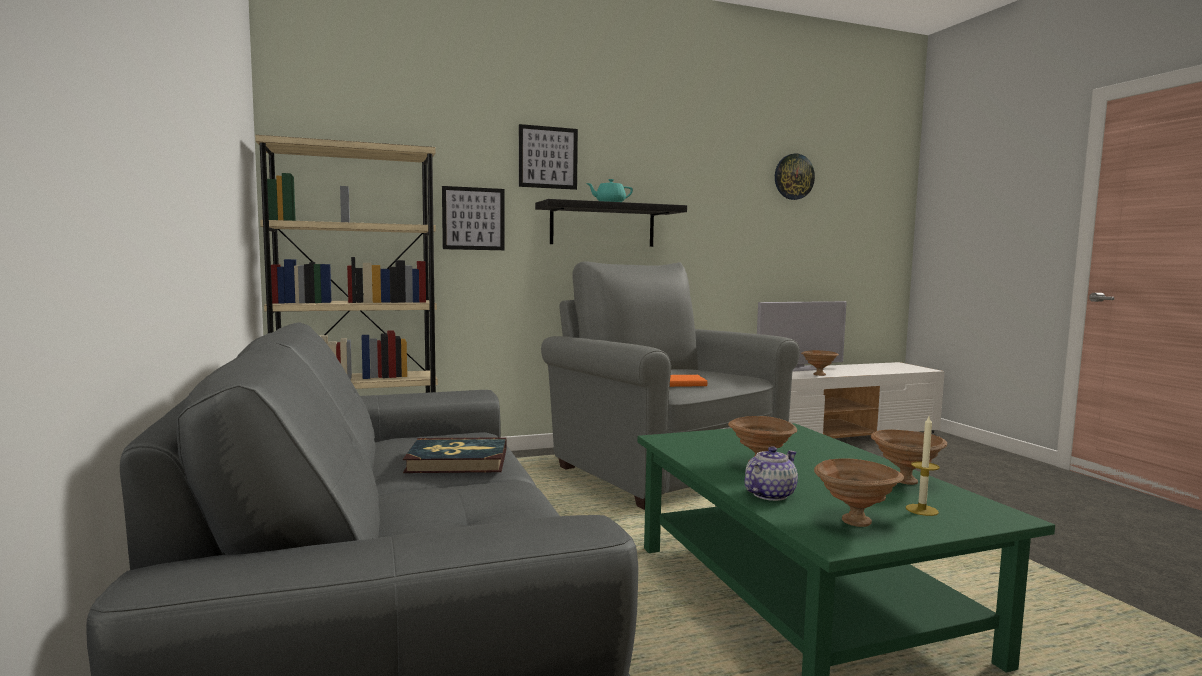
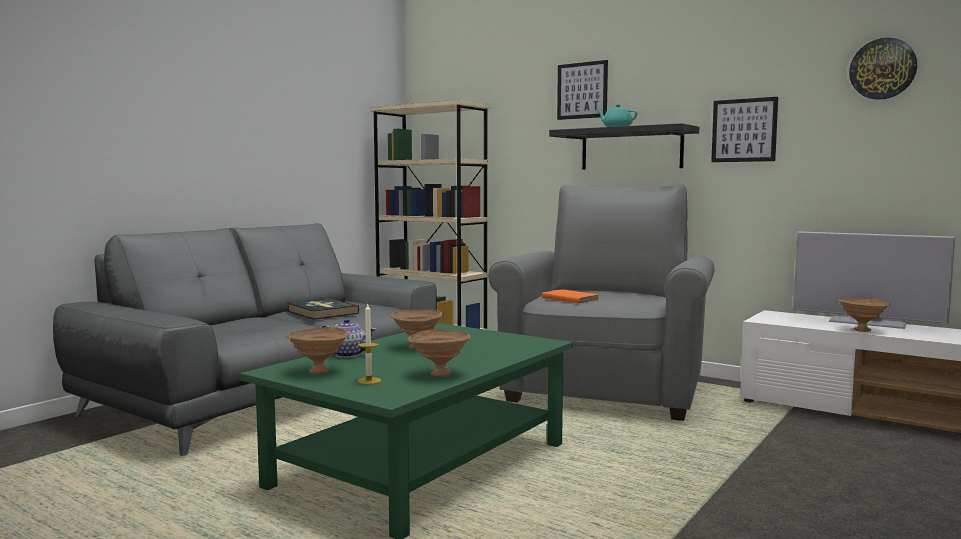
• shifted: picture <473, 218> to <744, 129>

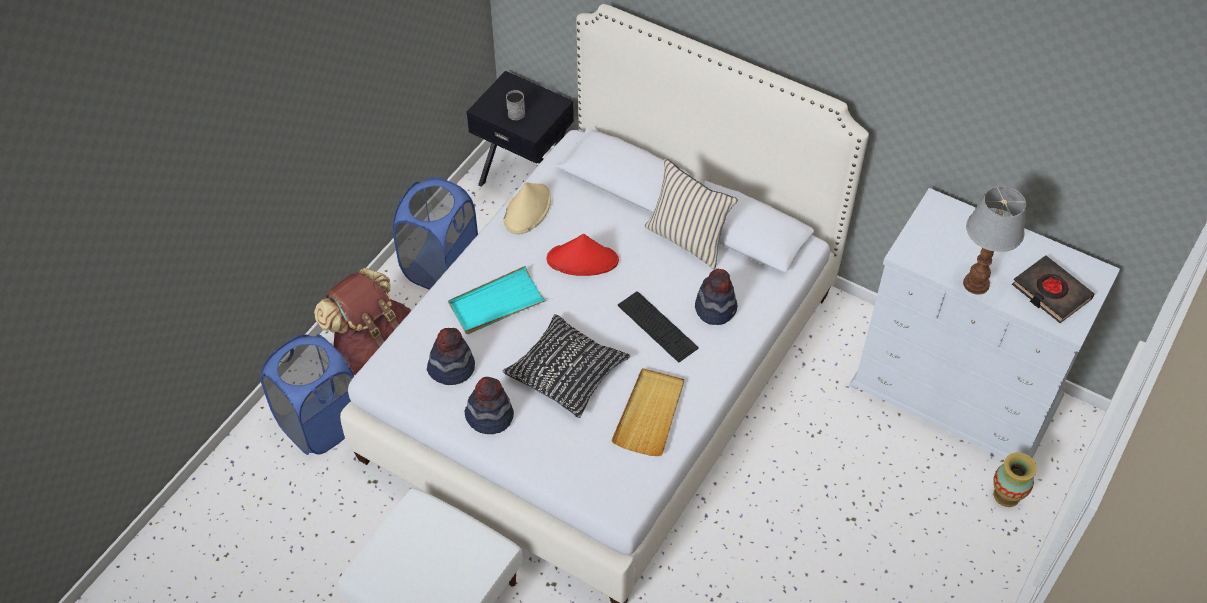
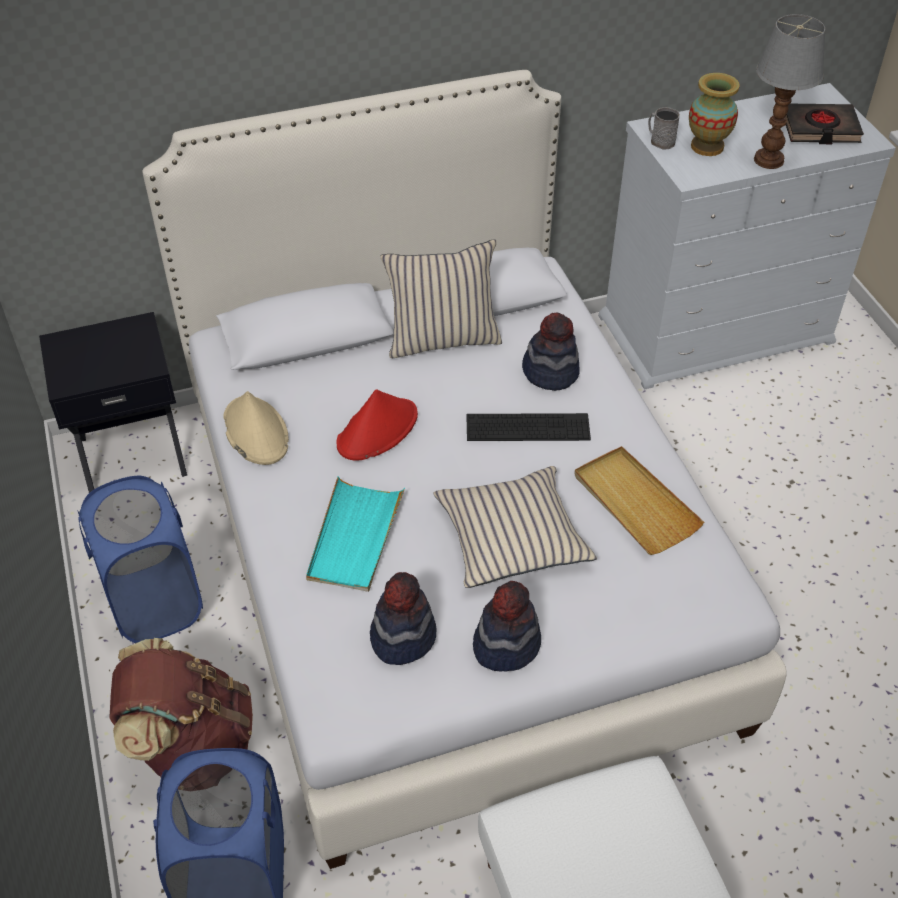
• repainted: black pillow <566, 366> to beige pillow <515, 527>
• shifted: grey mug <515, 105> to <664, 128>
• shifted: vase <1015, 479> to <714, 114>

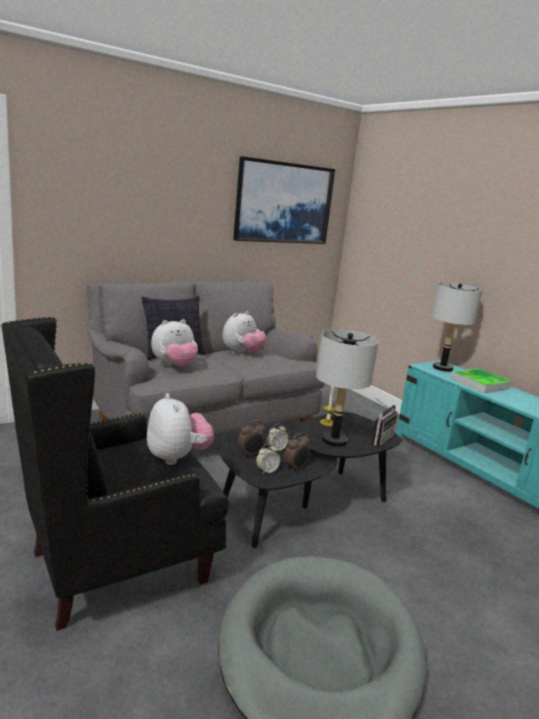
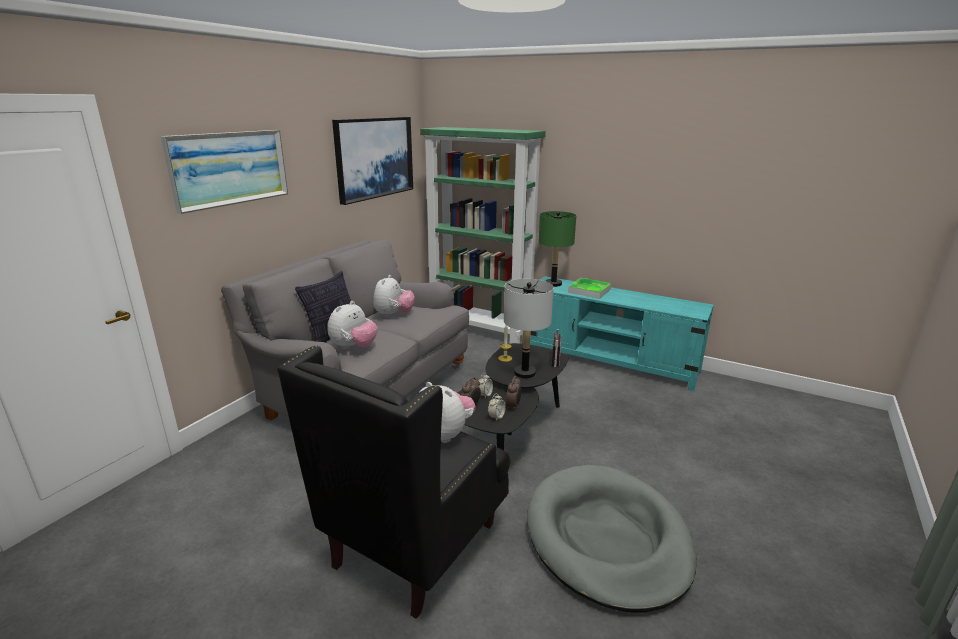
• new: picture <224, 172>
• new: green bookcase <483, 235>
• repainted: grey table lamp <457, 327> to green table lamp <557, 249>

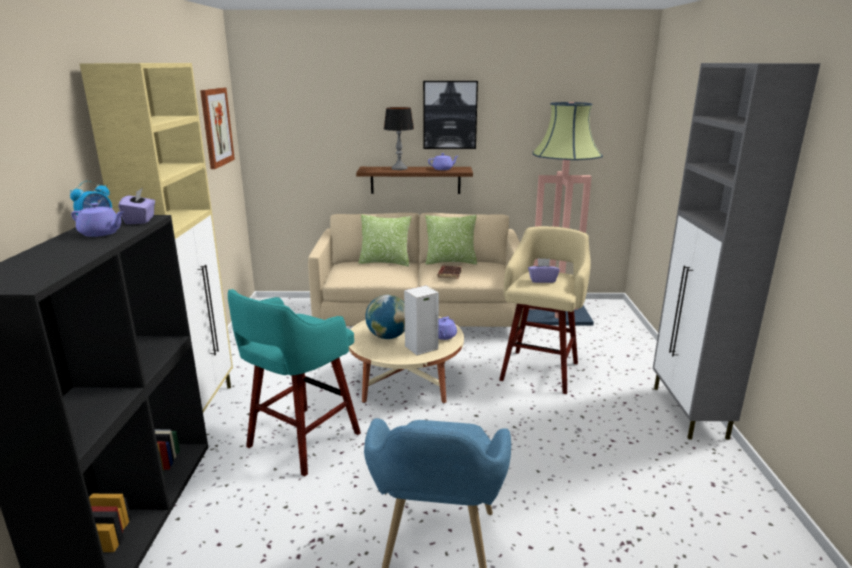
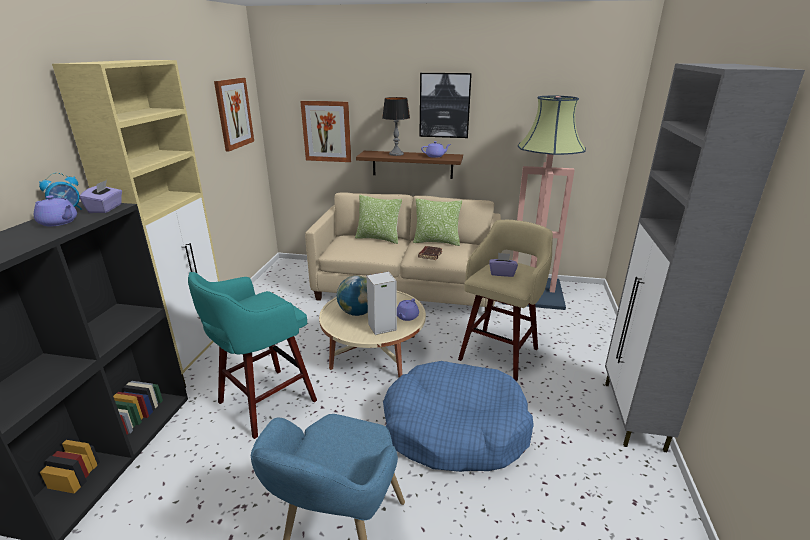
• new: picture <325, 131>
• new: blue dog bed <458, 416>

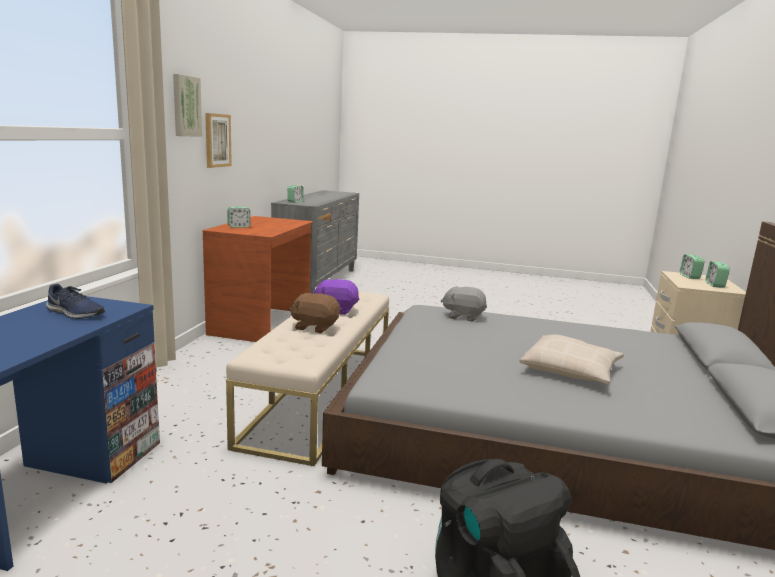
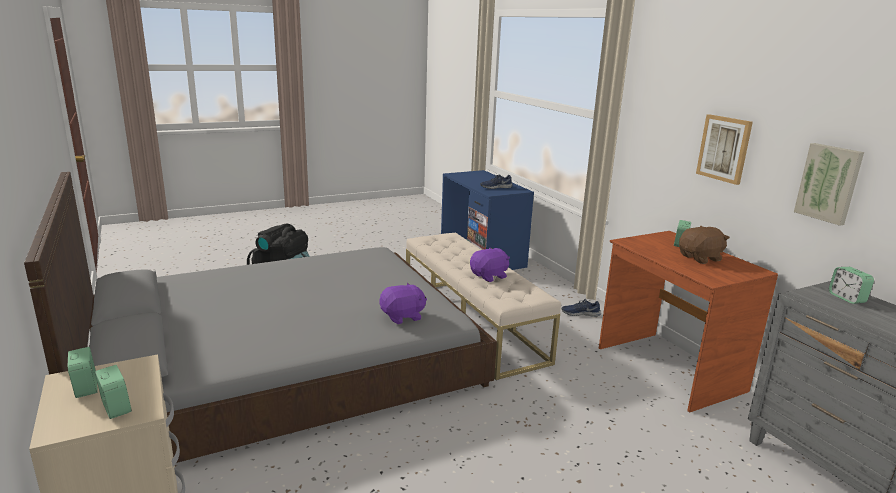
• repainted: grey plush toy <464, 304> to purple plush toy <403, 303>
• new: blue shoe <581, 308>
• shifted: brown plush toy <315, 313> to <704, 245>
• shifted: picture <187, 105> to <829, 184>
• gone: beige pillow <571, 360>

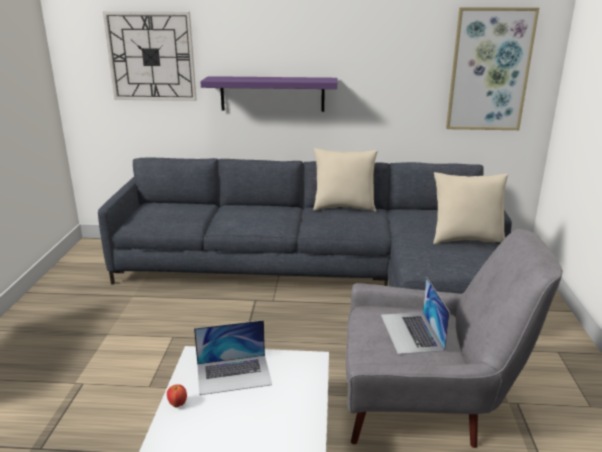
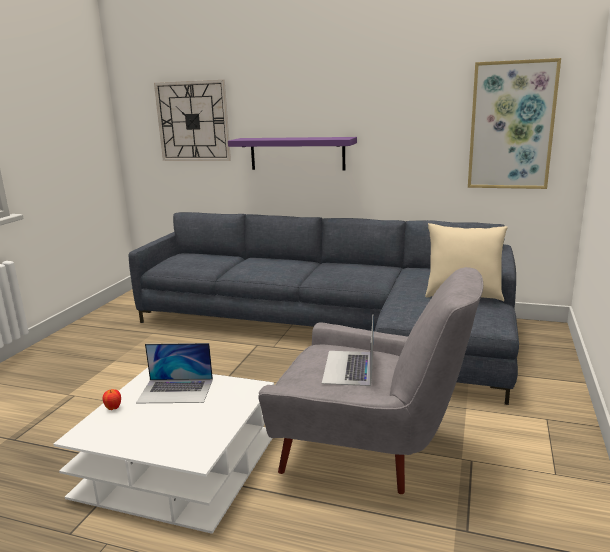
• gone: beige pillow <345, 180>

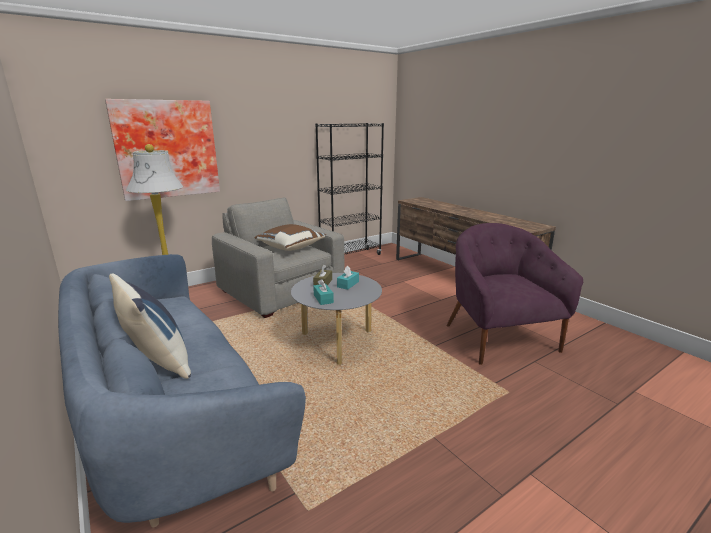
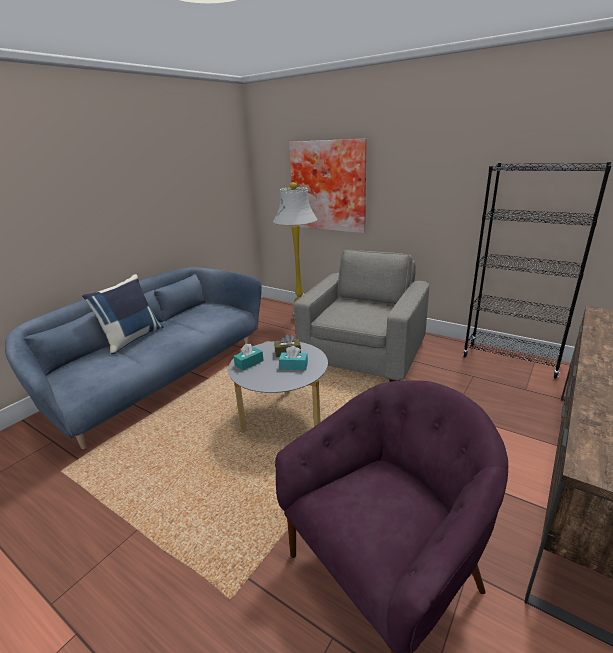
• gone: brown pillow <290, 237>

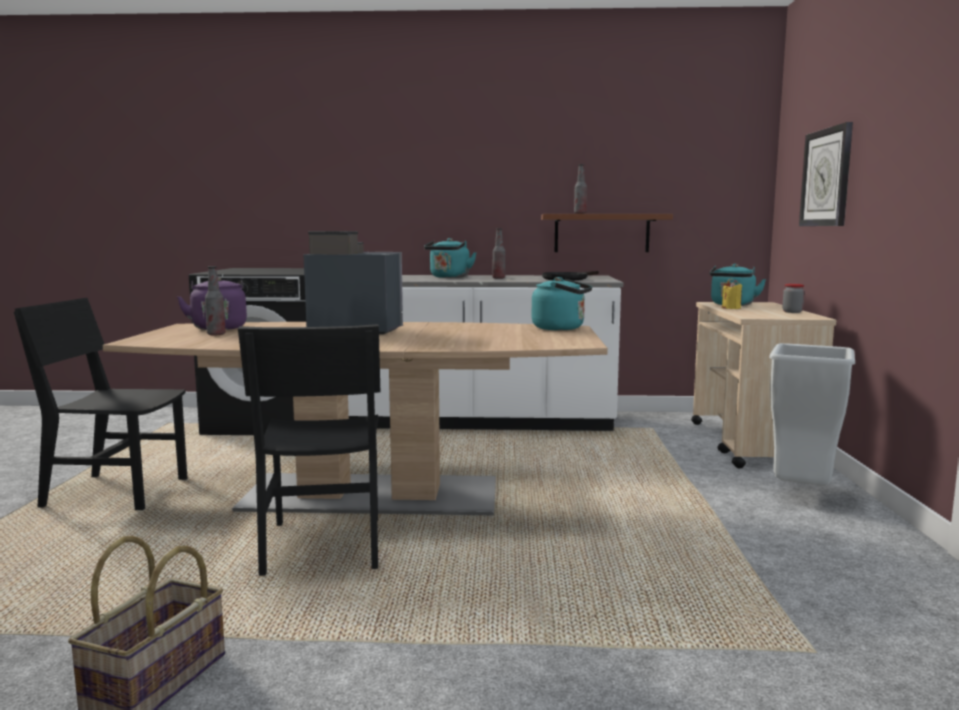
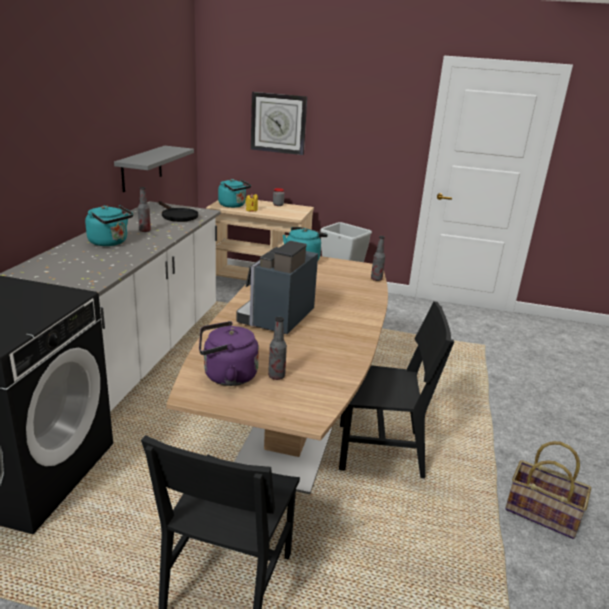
• repainted: brown shelf <607, 233> to grey shelf <154, 169>
• shifted: bottle <580, 189> to <378, 258>

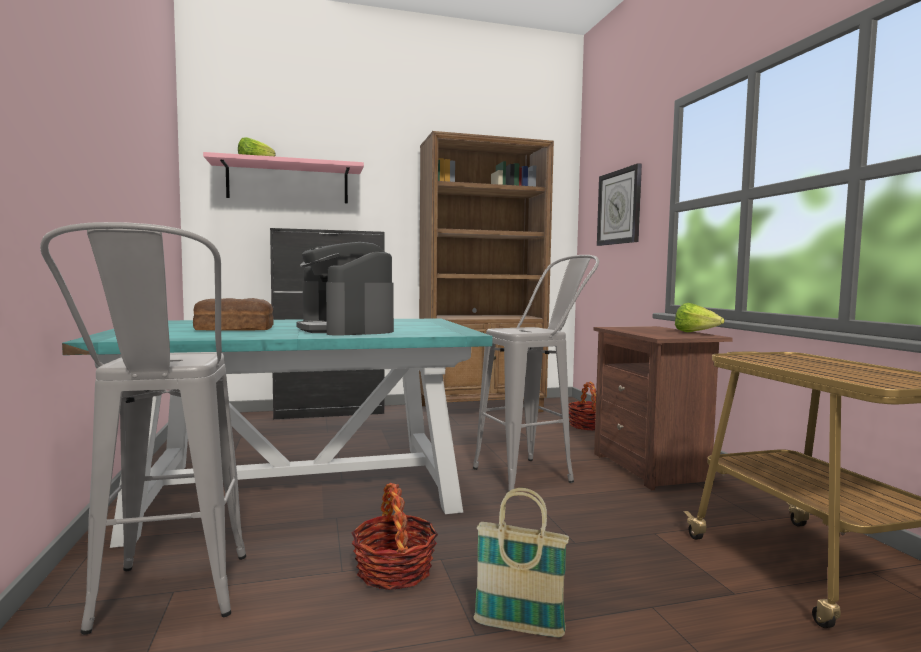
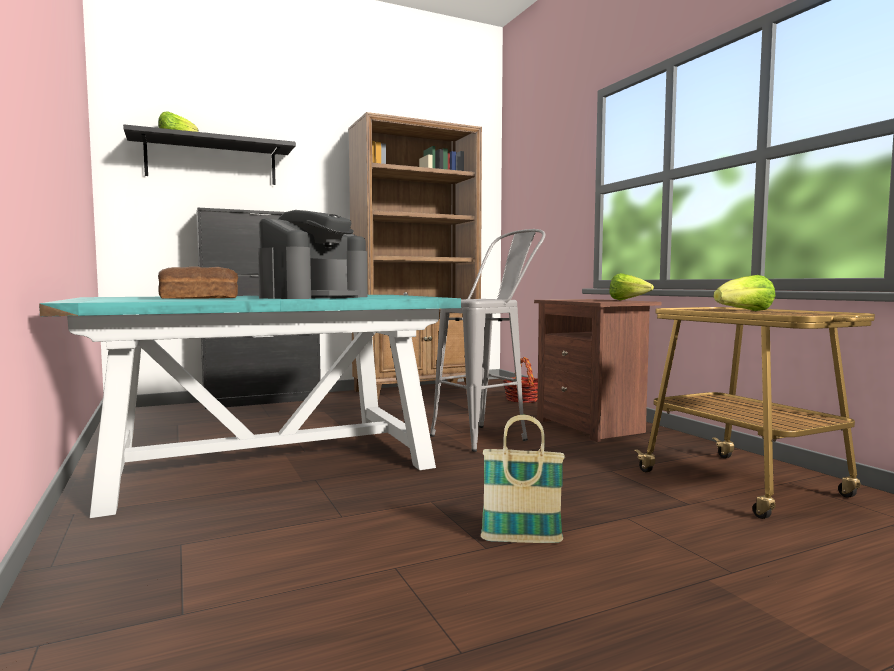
• repainted: pink shelf <283, 177> to black shelf <209, 155>
• rotated: coffee machine <345, 289> = <313, 254> 105 degrees counterclockwise
• new: lettuce <744, 293>
• gone: grey stool <143, 428>
• gone: basket <394, 536>
• gone: wall clock <619, 204>

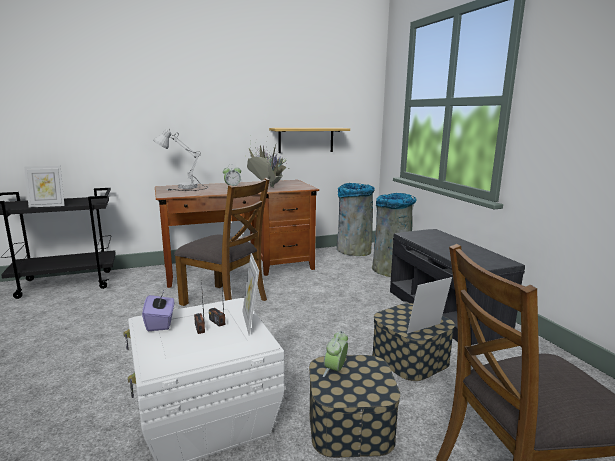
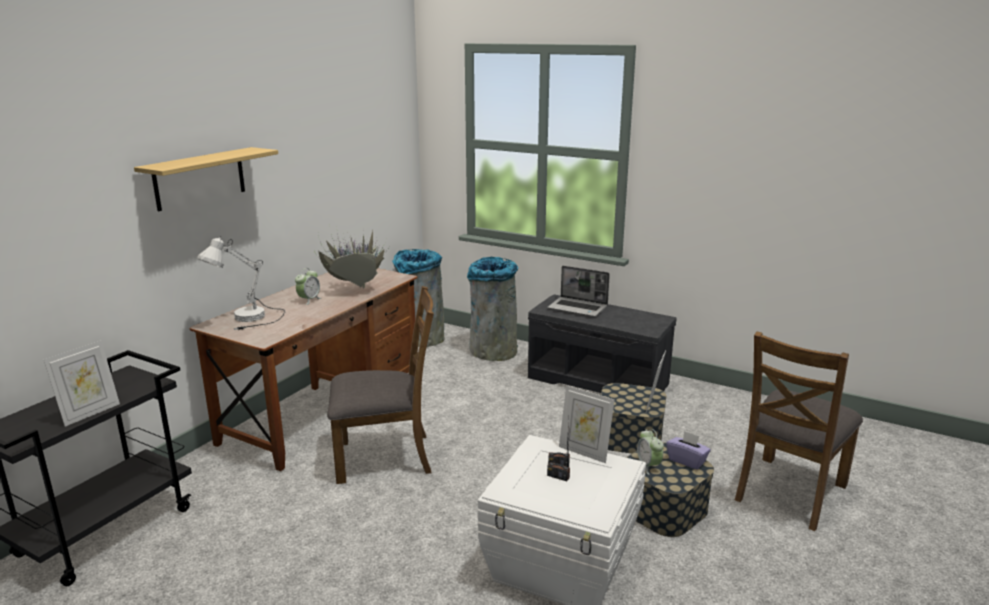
• shifted: shelf <309, 140> to <206, 179>
• new: laptop <579, 291>
• shifted: purple tissue box <158, 311> to <688, 450>

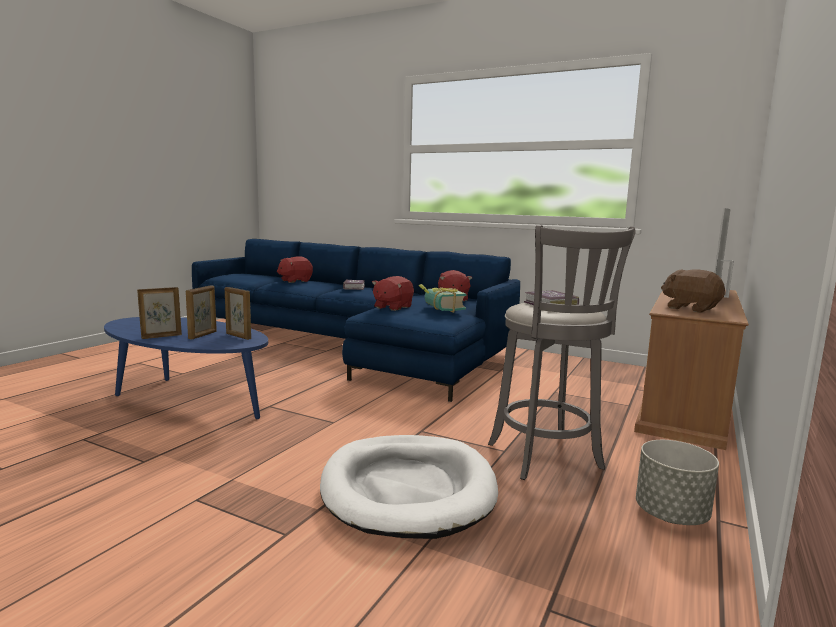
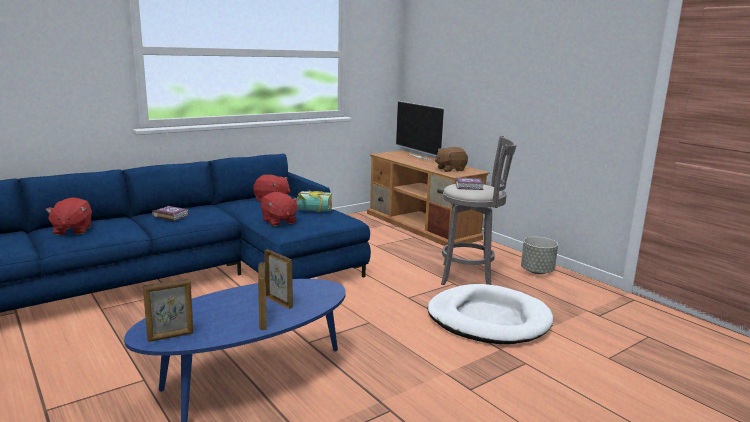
• shifted: picture frame <238, 313> to <168, 310>

